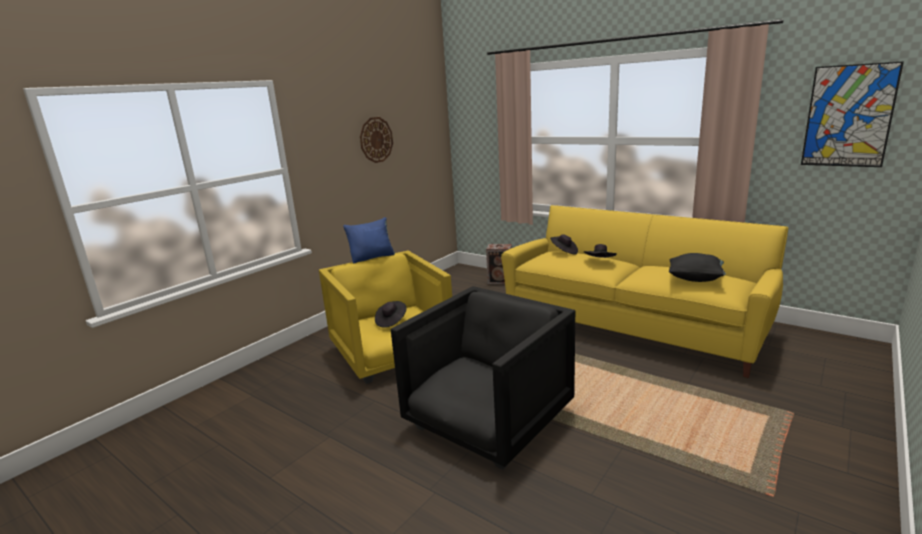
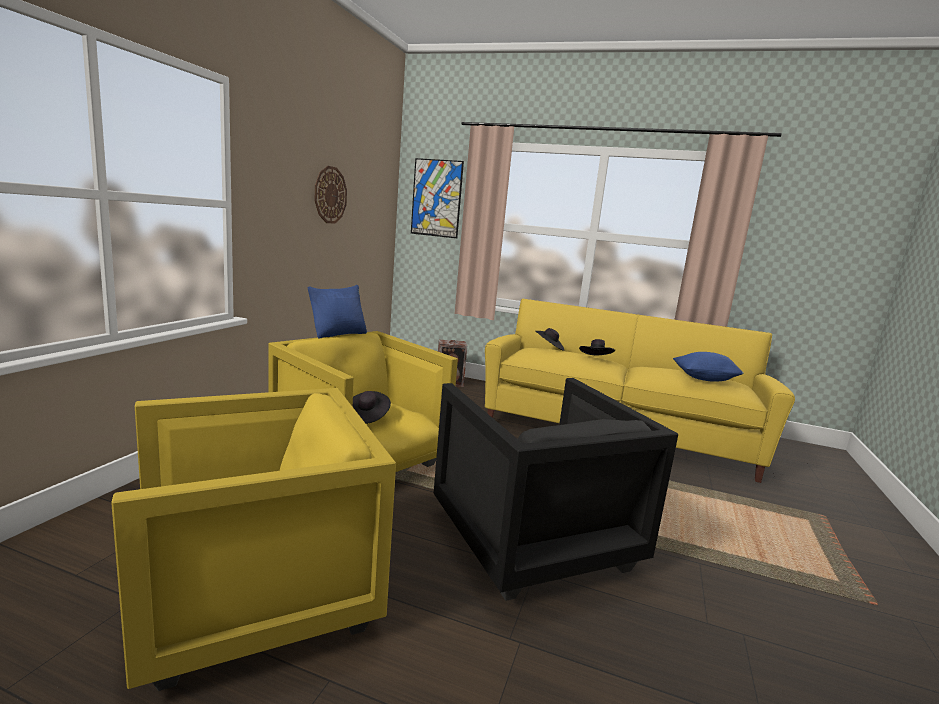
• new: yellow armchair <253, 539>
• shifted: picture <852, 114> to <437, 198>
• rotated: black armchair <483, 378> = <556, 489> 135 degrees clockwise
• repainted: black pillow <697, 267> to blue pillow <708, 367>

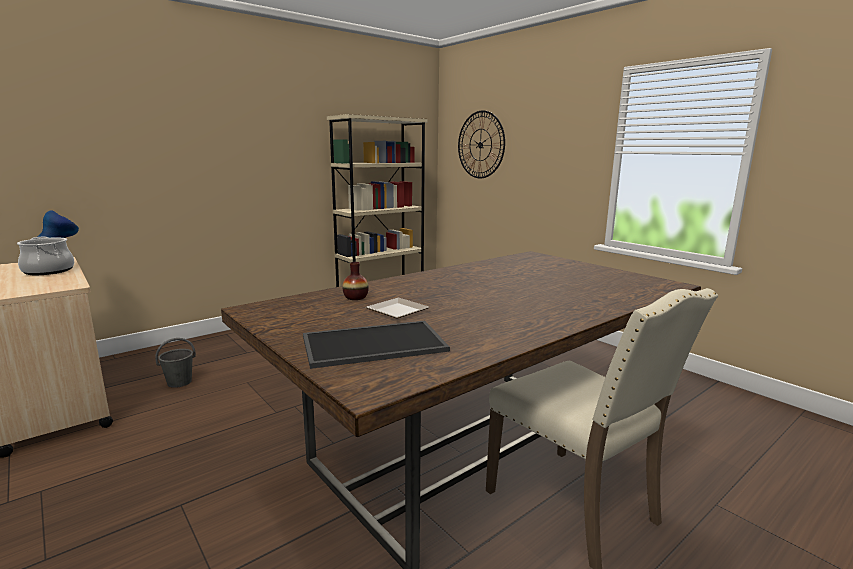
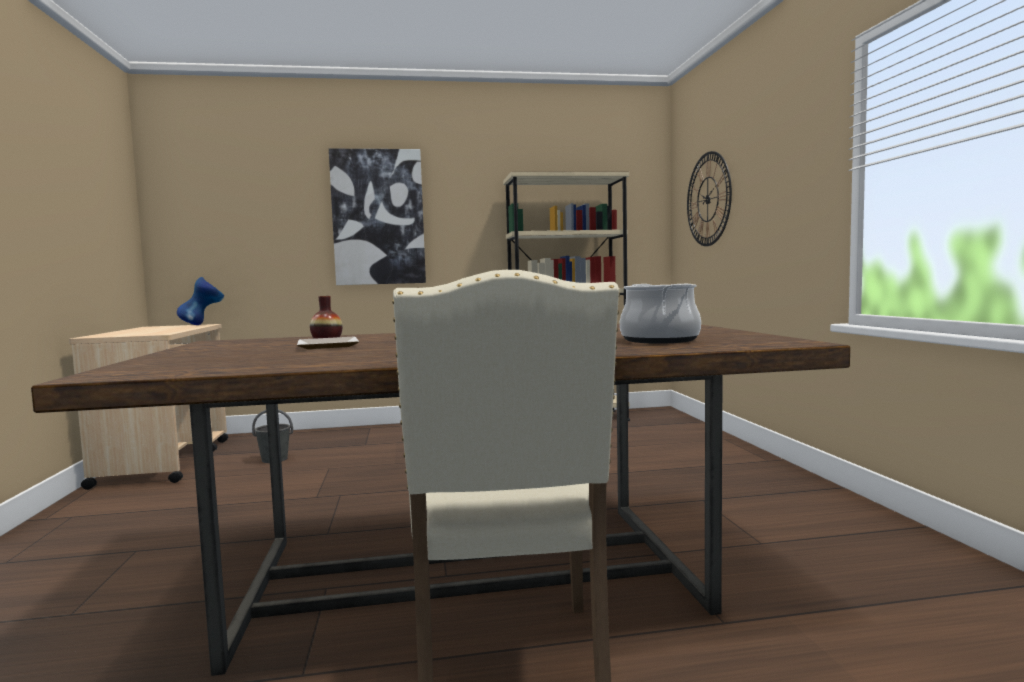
• new: picture <377, 217>
• shifted: cooking pot <45, 255> to <660, 314>
• gone: tray <376, 345>

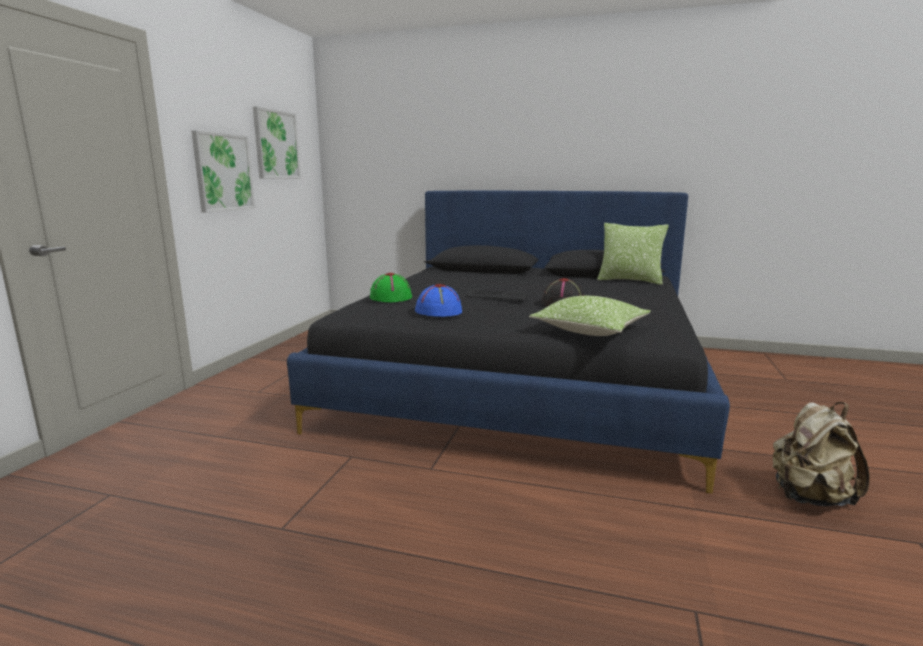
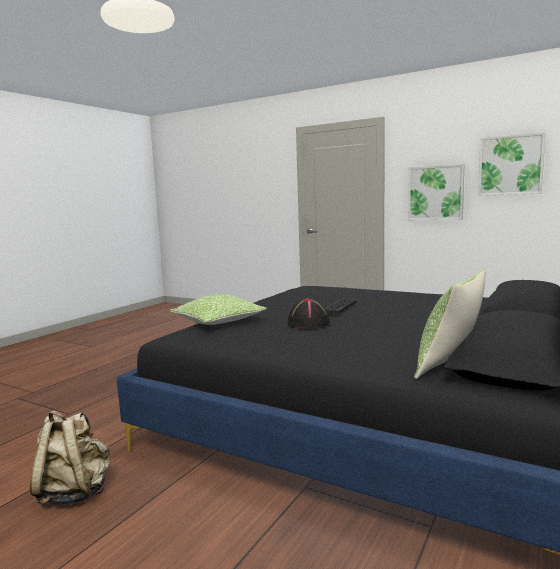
• gone: green hat <391, 287>
• gone: blue hat <438, 300>

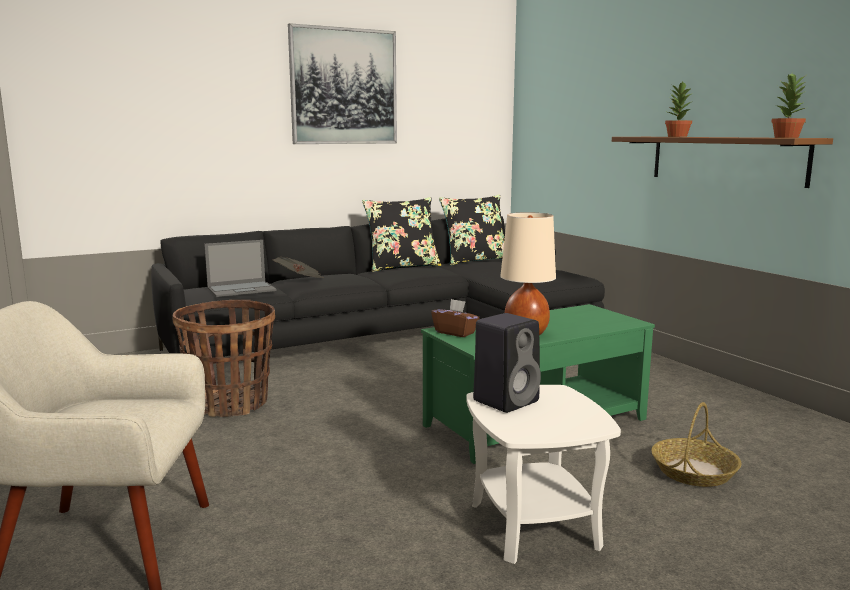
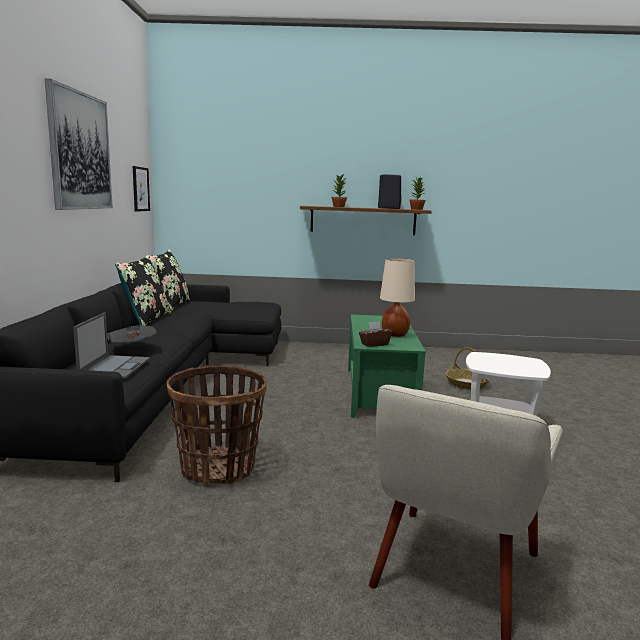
• new: picture <141, 189>
• shifted: black speaker <507, 363> to <390, 191>

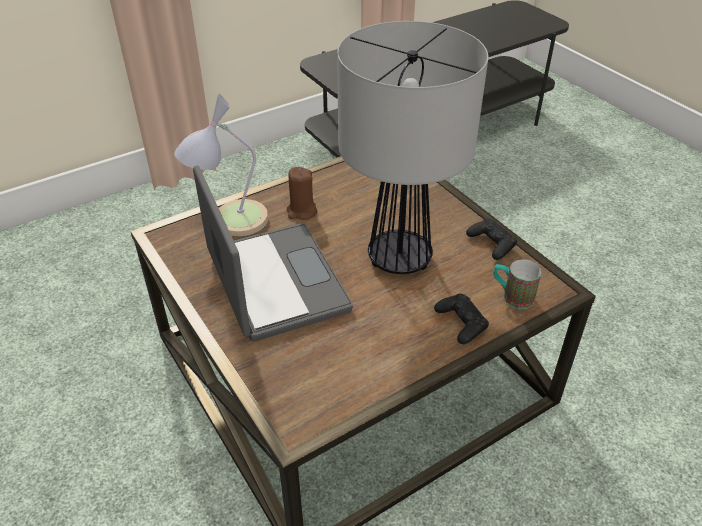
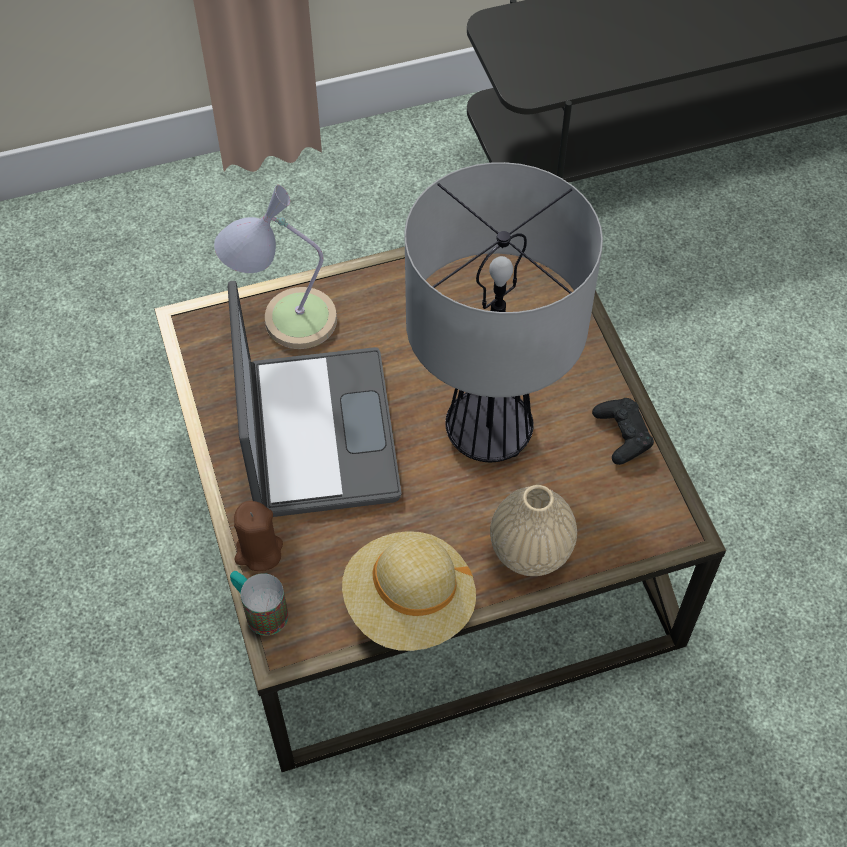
• shifted: mug <518, 284> to <259, 603>
• shifted: brown candle <301, 193> to <258, 536>
• new: beige hat <409, 591>
• swapped: black game controller <461, 319> to beige vase <533, 530>

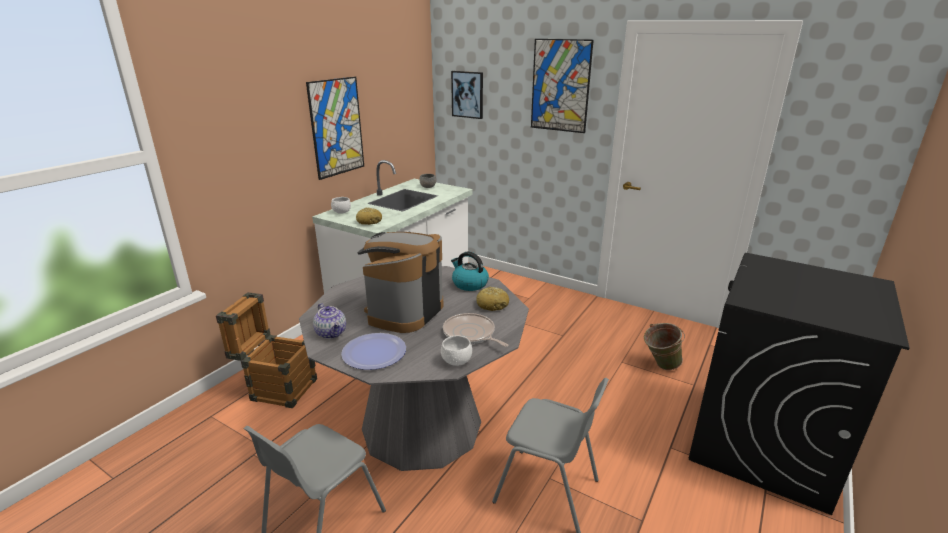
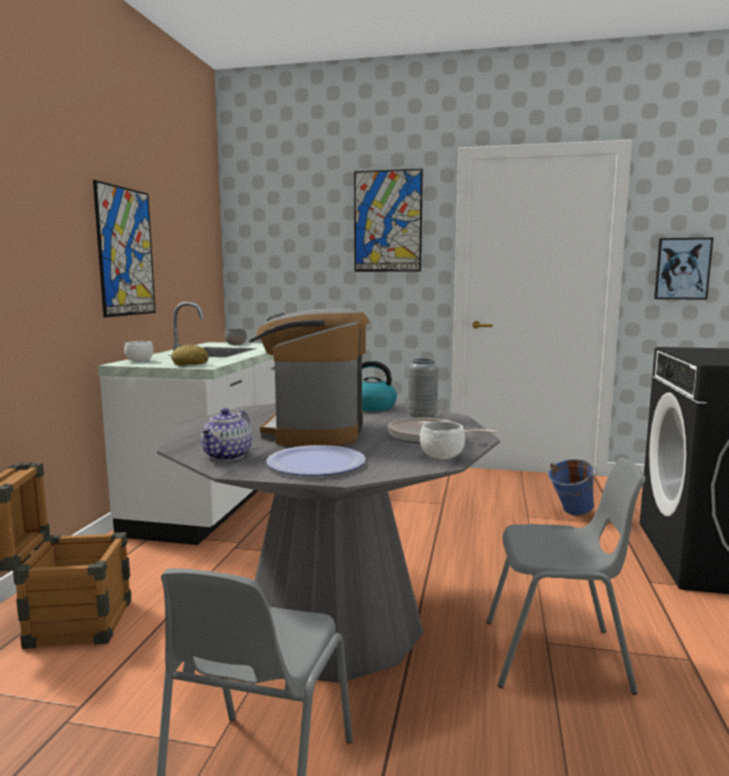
• rotated: teapot <329, 321> = <226, 434> 75 degrees clockwise
• swapped: bread <492, 299> to grey vase <423, 388>
• repainted: green bucket <664, 346> to blue bucket <572, 487>
• shifted: picture <467, 95> to <683, 268>

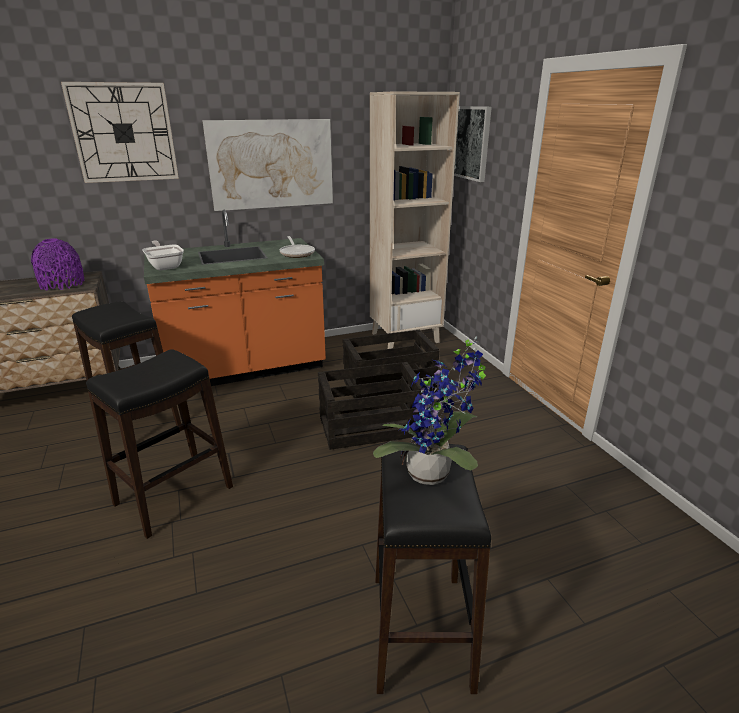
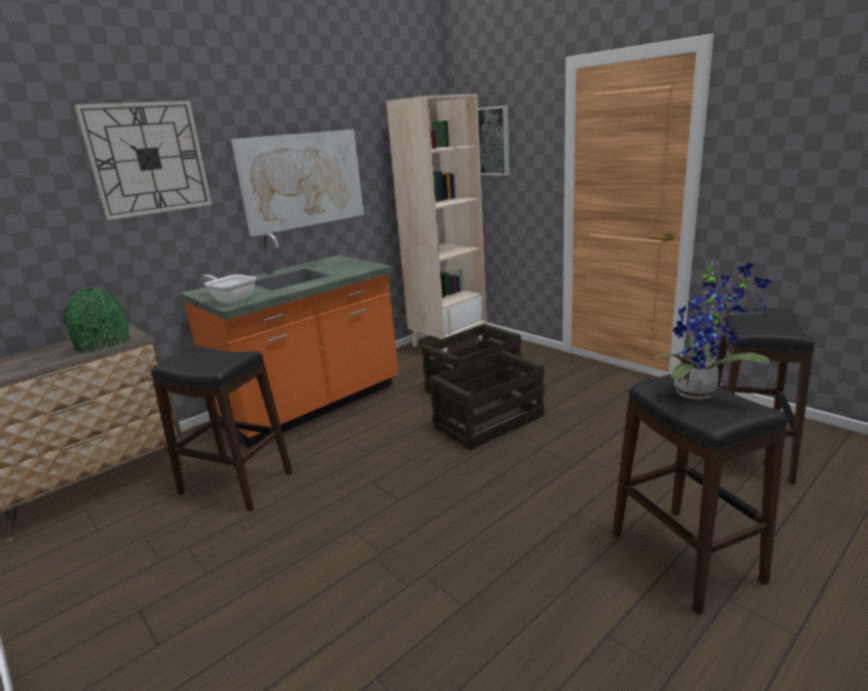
• repainted: purple vase <57, 264> to green vase <97, 320>
• shifted: black stool <159, 444> to <765, 396>
• gone: frying pan <297, 247>

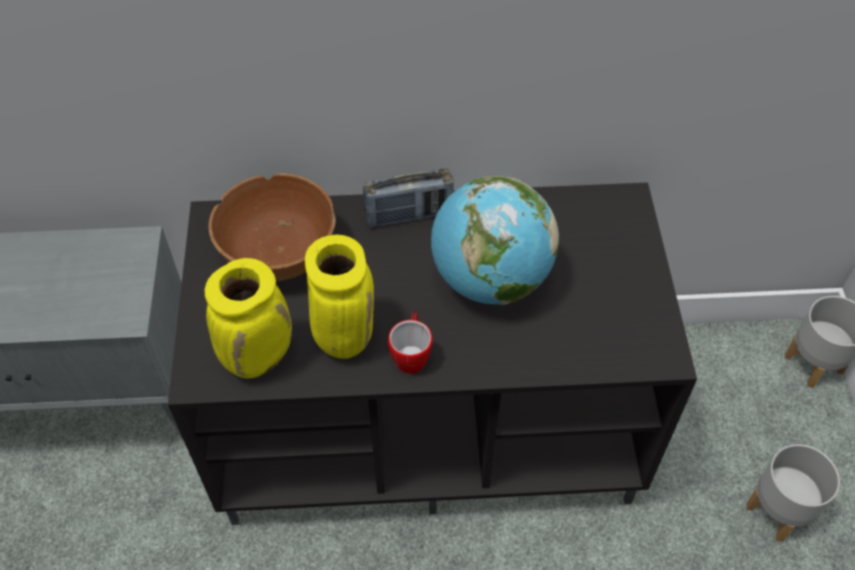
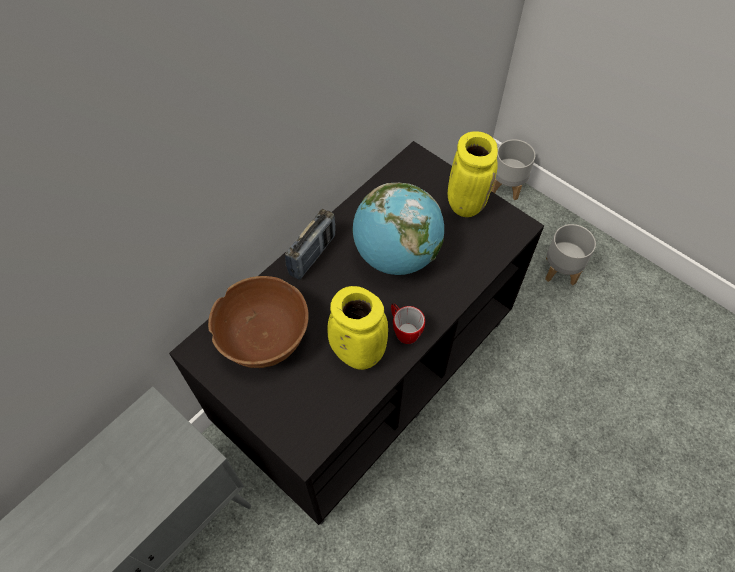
• shifted: yellow vase <248, 318> to <473, 174>

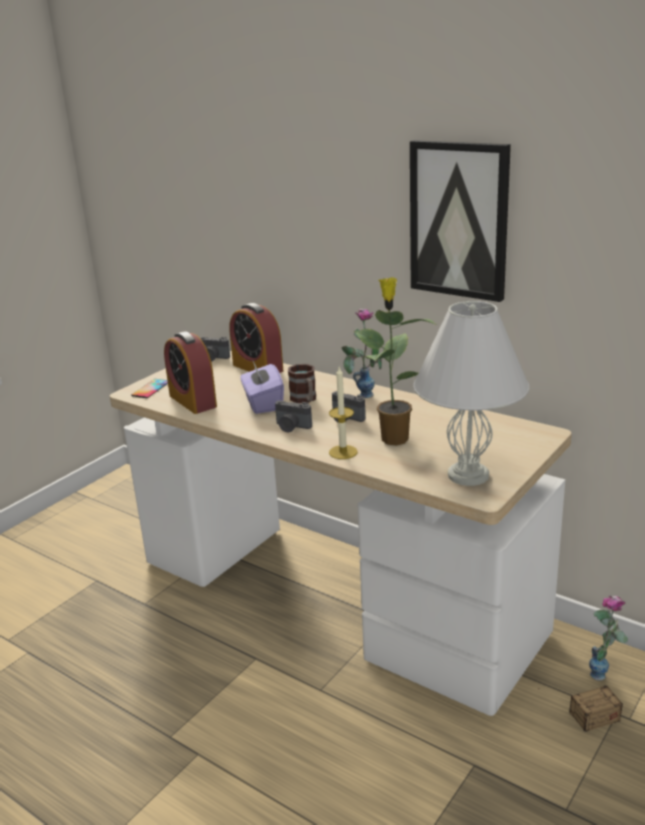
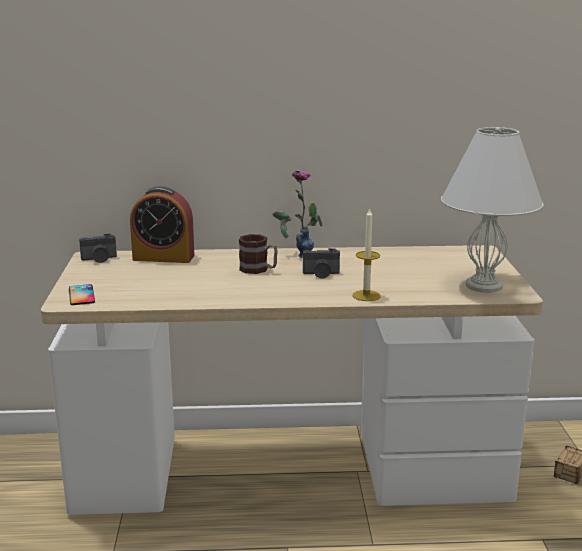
• gone: alarm clock <190, 372>
• gone: purple tissue box <262, 387>
• gone: photo camera <293, 416>
• gone: potted plant <395, 361>
• gone: picture <460, 221>
• gone: vase <608, 638>

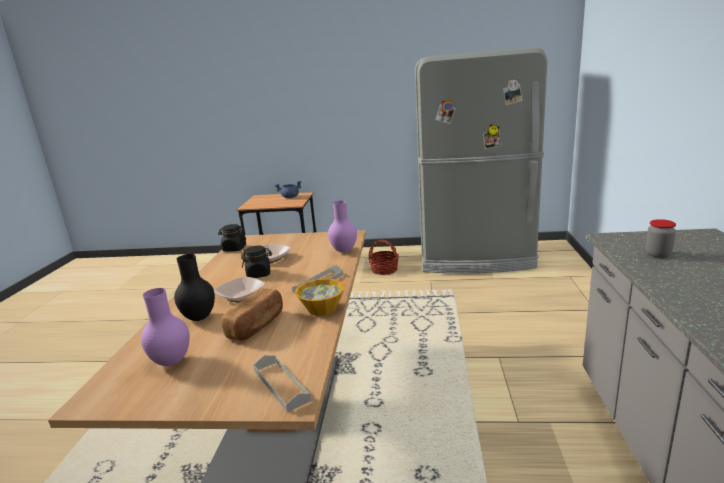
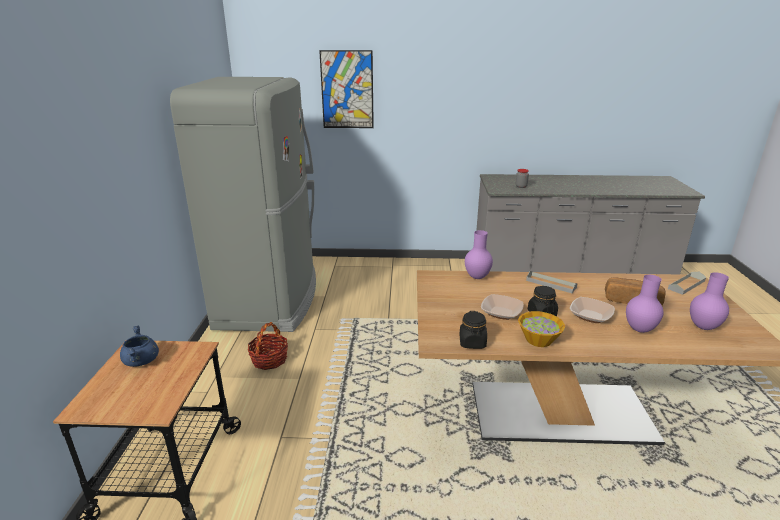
• new: picture <346, 89>
• shifted: bowl <320, 297> to <541, 329>
• repainted: black vase <194, 287> to purple vase <645, 304>

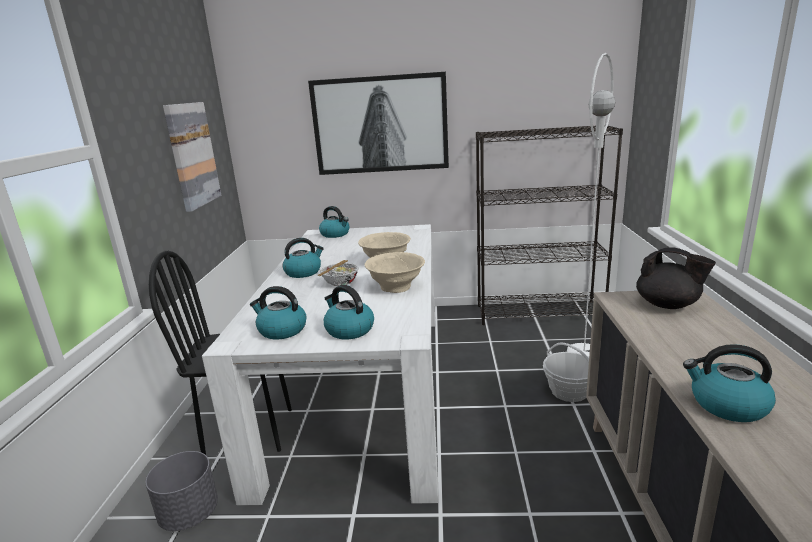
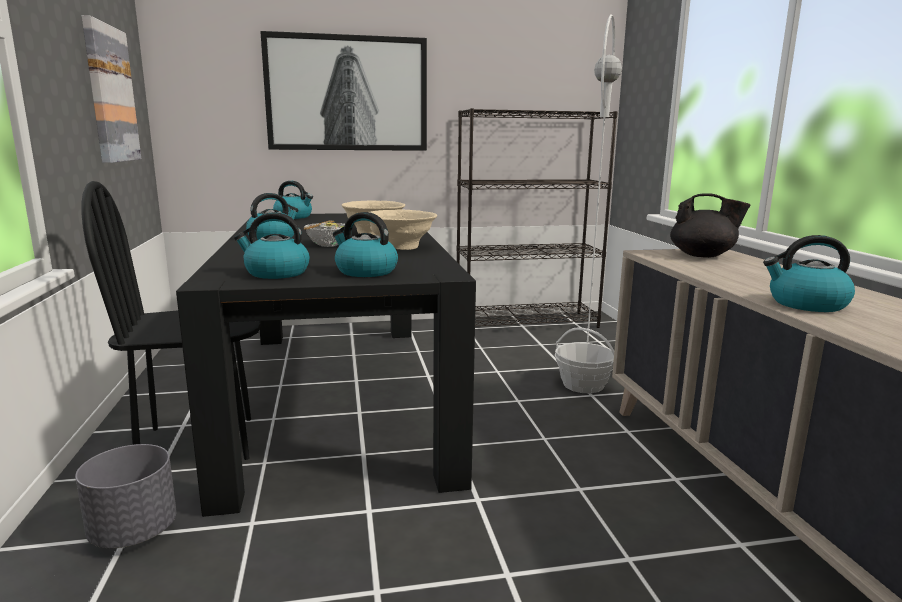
• repainted: white dining table <320, 364> to black dining table <326, 365>

